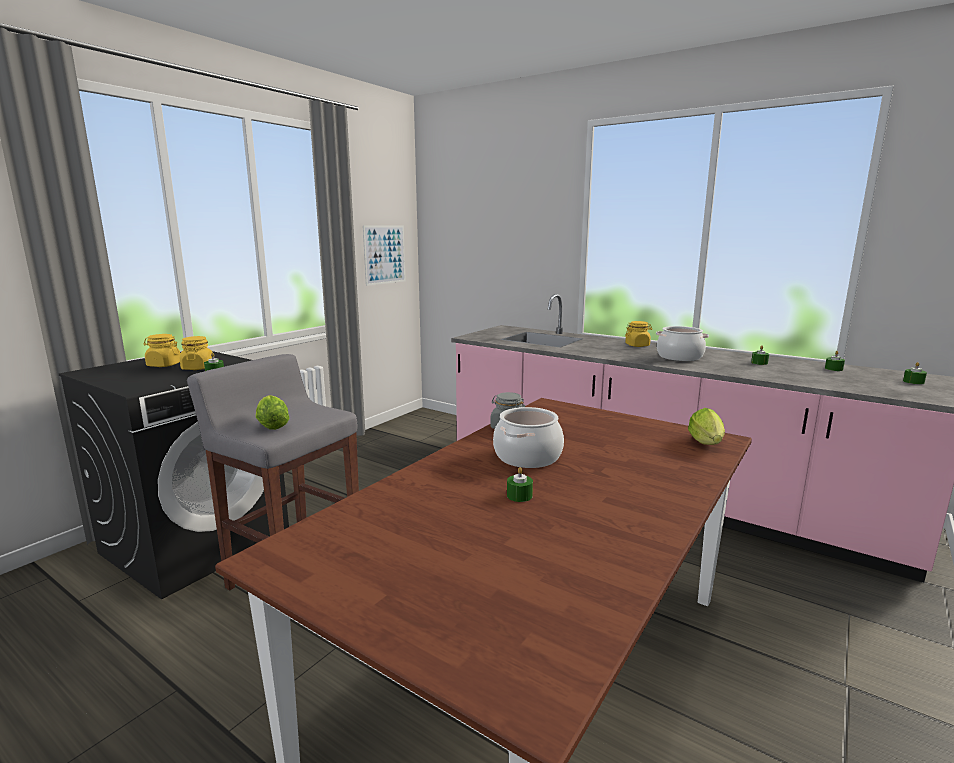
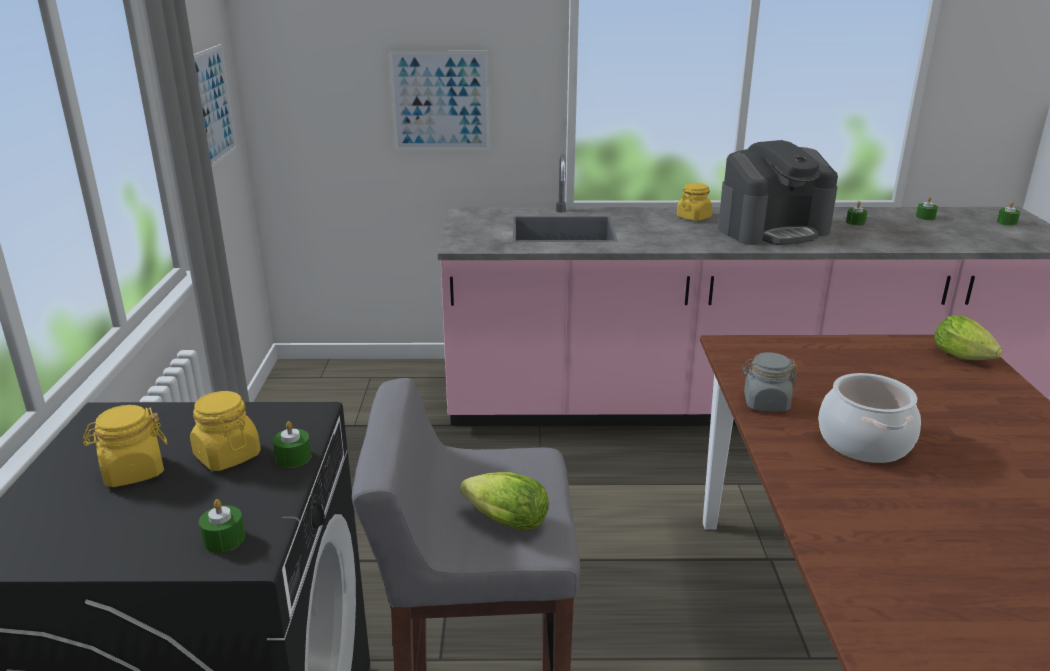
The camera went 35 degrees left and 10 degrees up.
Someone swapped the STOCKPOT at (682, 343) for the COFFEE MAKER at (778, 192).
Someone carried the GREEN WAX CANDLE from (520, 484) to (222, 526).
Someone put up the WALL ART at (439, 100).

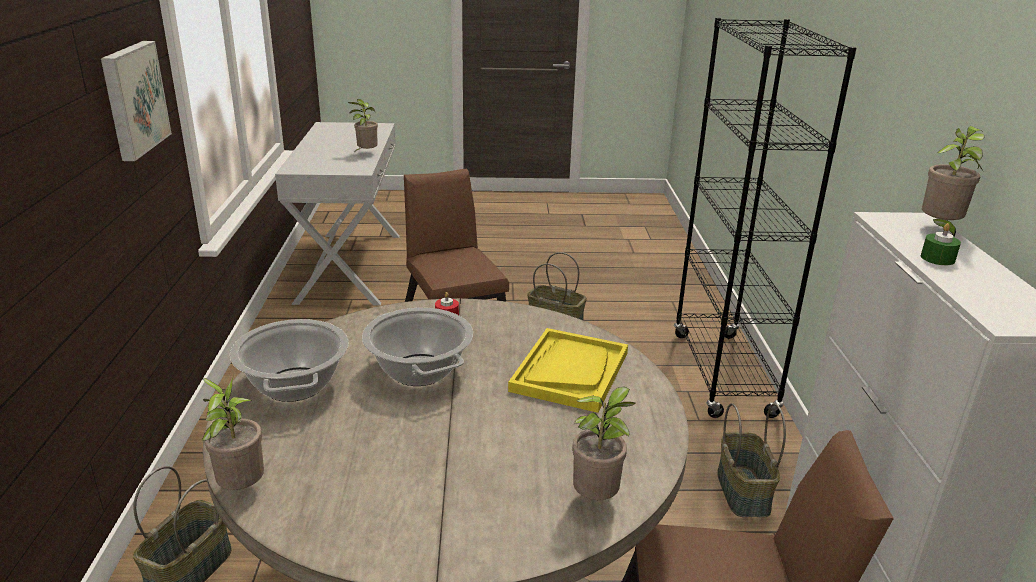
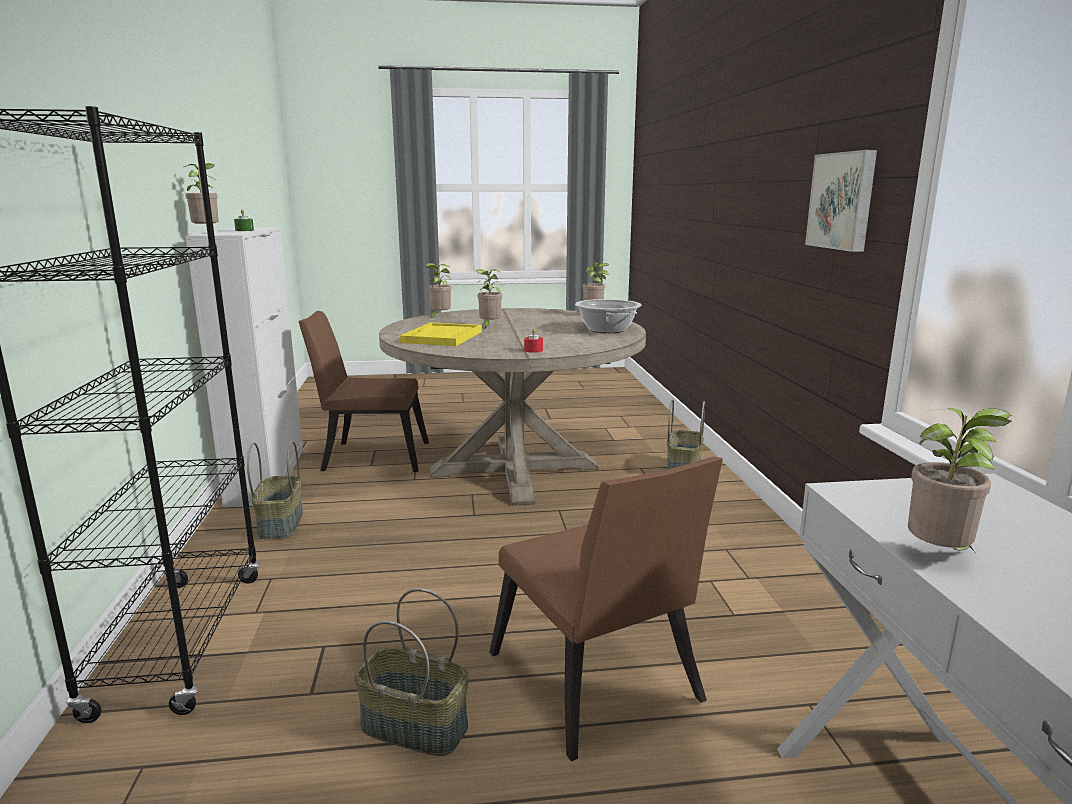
The camera went 175 degrees right and 10 degrees down.
Someone took away the STOCKPOT at (417, 347).
Someone put down the HOUSEPLANT at (489, 298).

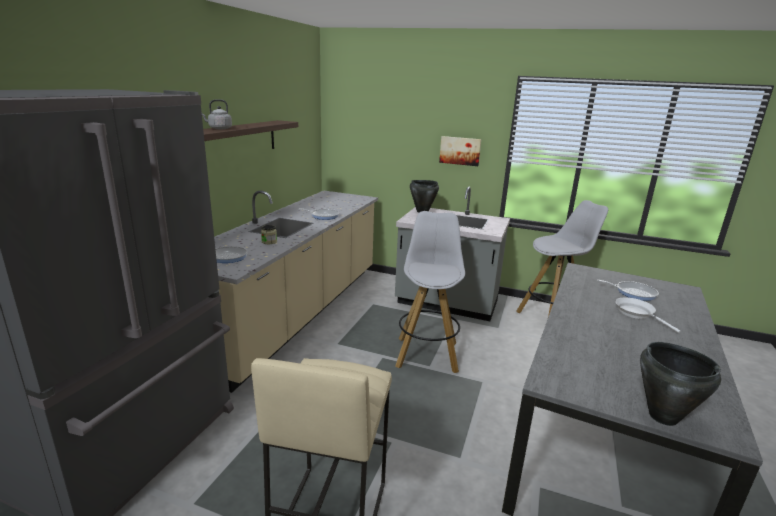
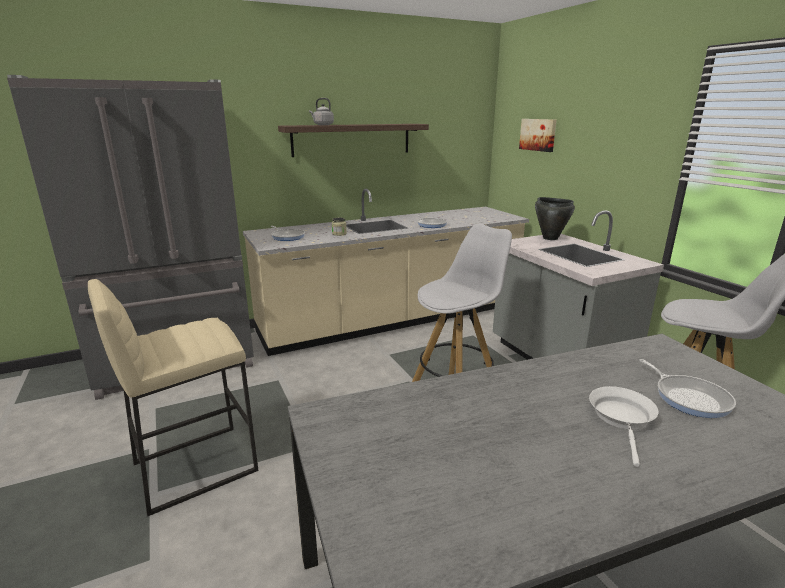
The camera went 45 degrees right and 0 degrees up.
Someone carried the WALL ART from (460, 151) to (538, 135).
Someone took away the BLACK-COLOURED STOCKPOT at (680, 384).

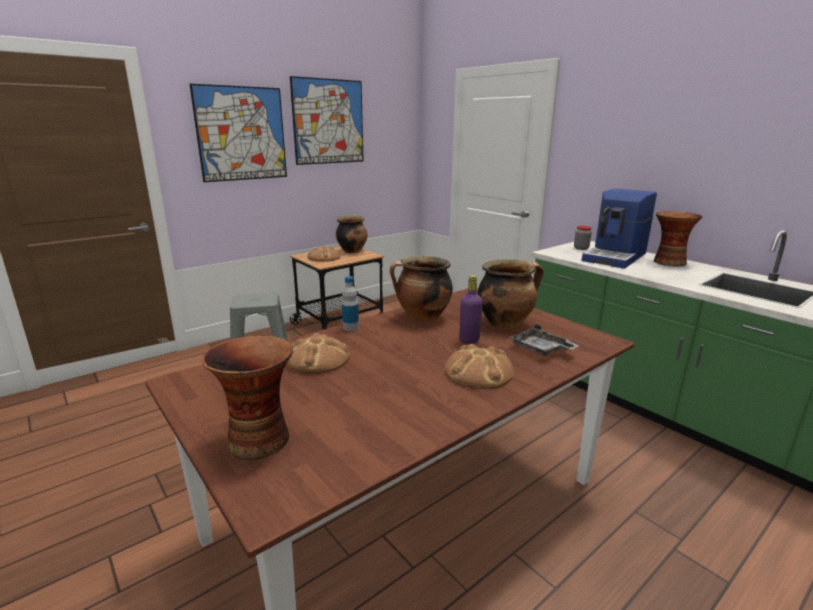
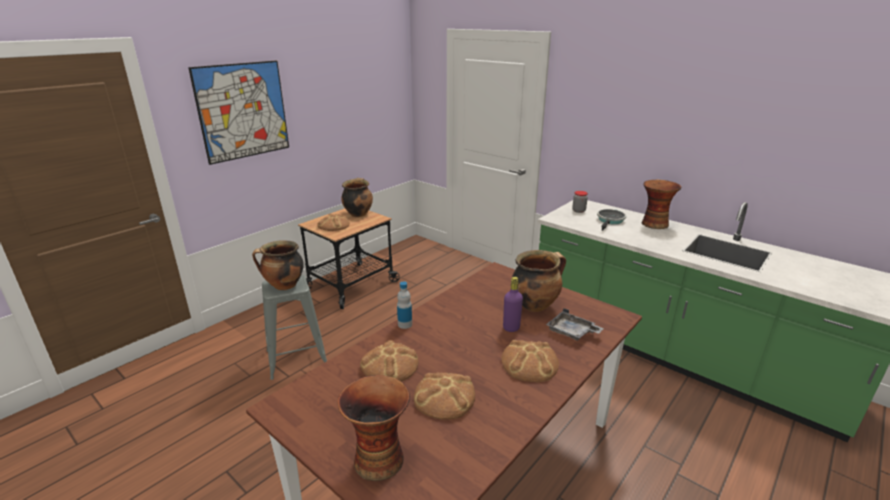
The camera went 10 degrees left and 5 degrees up.
Someone took away the WALL ART at (327, 120).
Someone swapped the COFFEE MAKER at (619, 228) for the SKILLET at (612, 220).
Someone carried the STOCKPOT from (421, 289) to (278, 265).
Someone put down the BAKED BREAD at (444, 396).

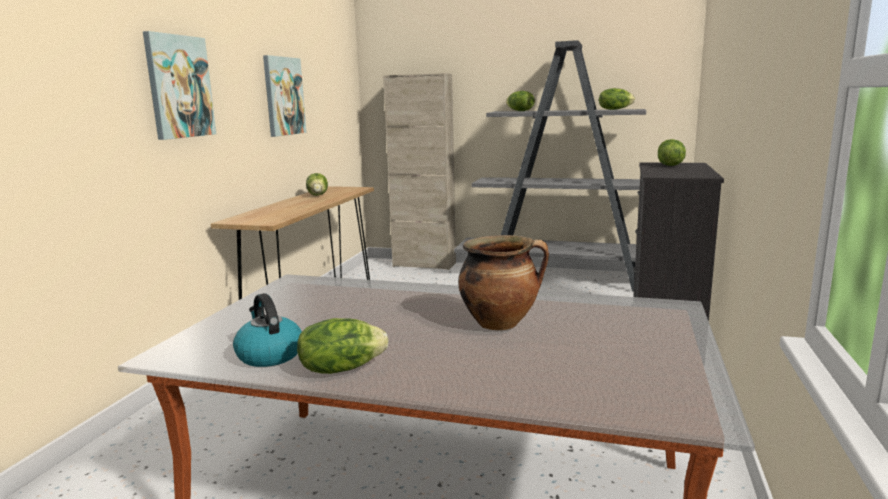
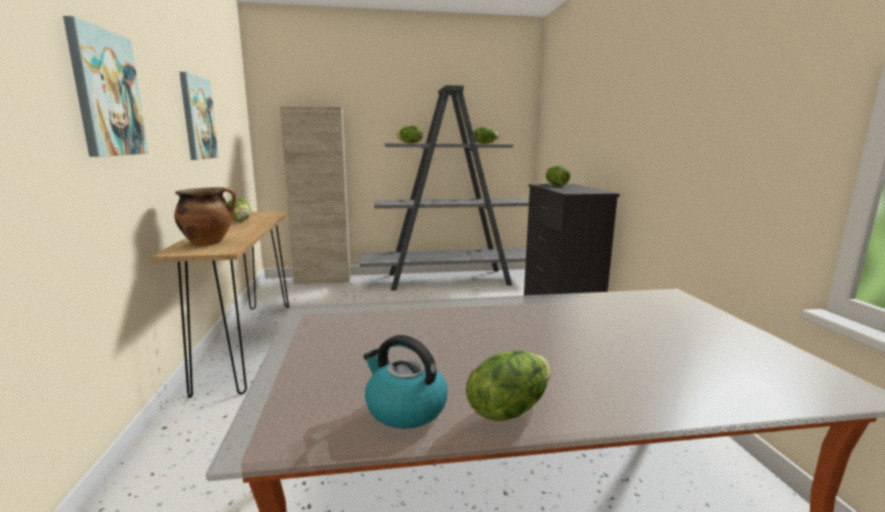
The camera went 25 degrees left and 0 degrees up.
Someone carried the STOCKPOT from (503, 282) to (205, 216).

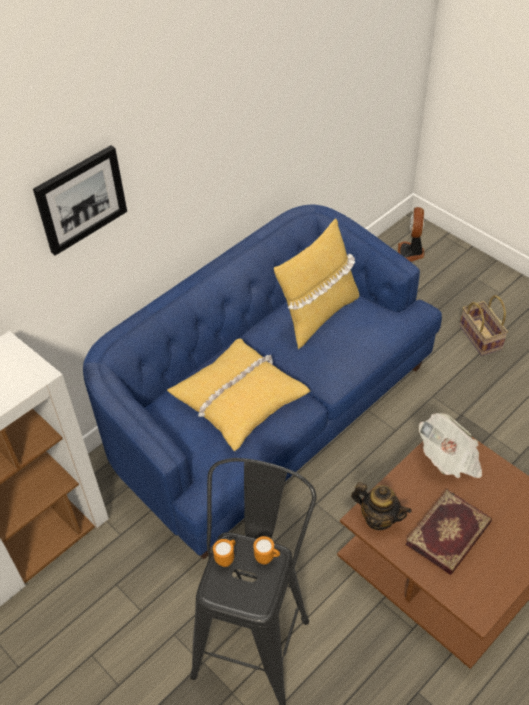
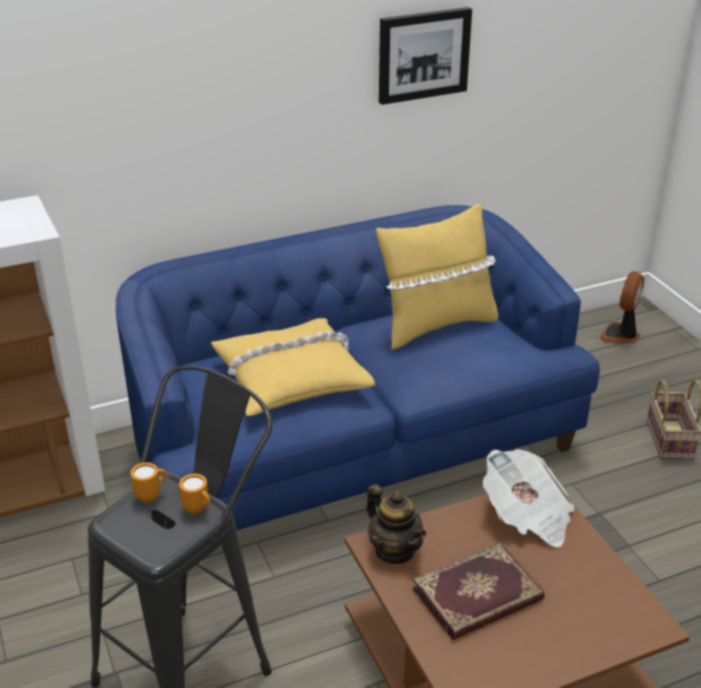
The camera went 20 degrees right and 15 degrees down.
Someone carried the WALL ART from (80, 200) to (425, 56).

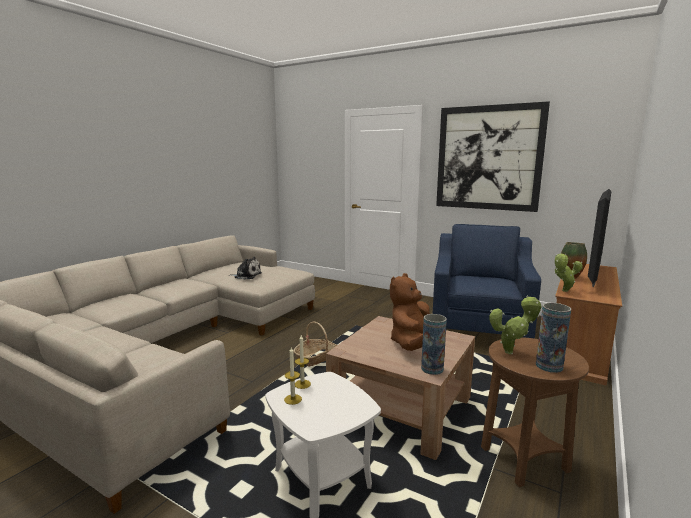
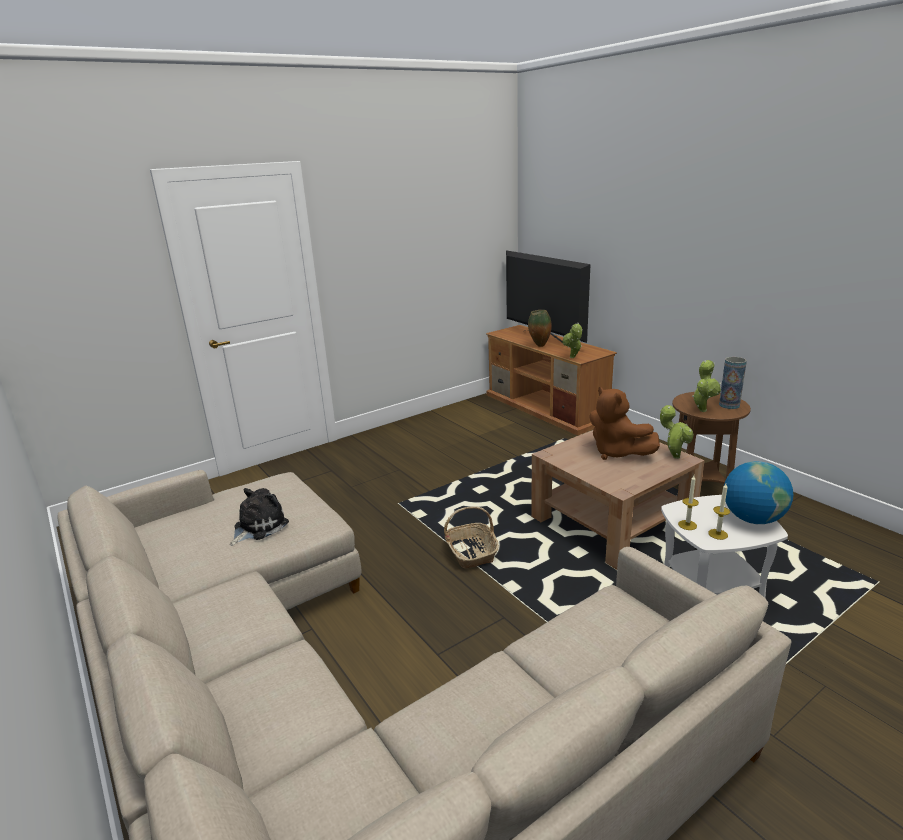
The camera went 65 degrees left and 10 degrees up.
Someone took away the WALL ART at (493, 156).
Someone took away the BLUISH LOUNGE CHAIR at (487, 281).
Someone swapped the DECORATIVE VASE at (434, 344) for the HOUSEPLANT at (676, 432).
Someone put down the GLOBE at (758, 492).

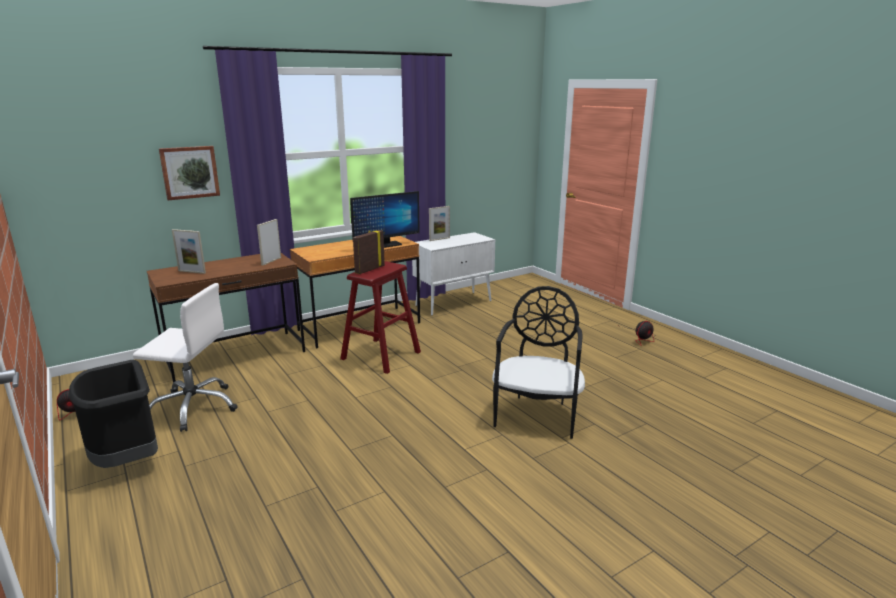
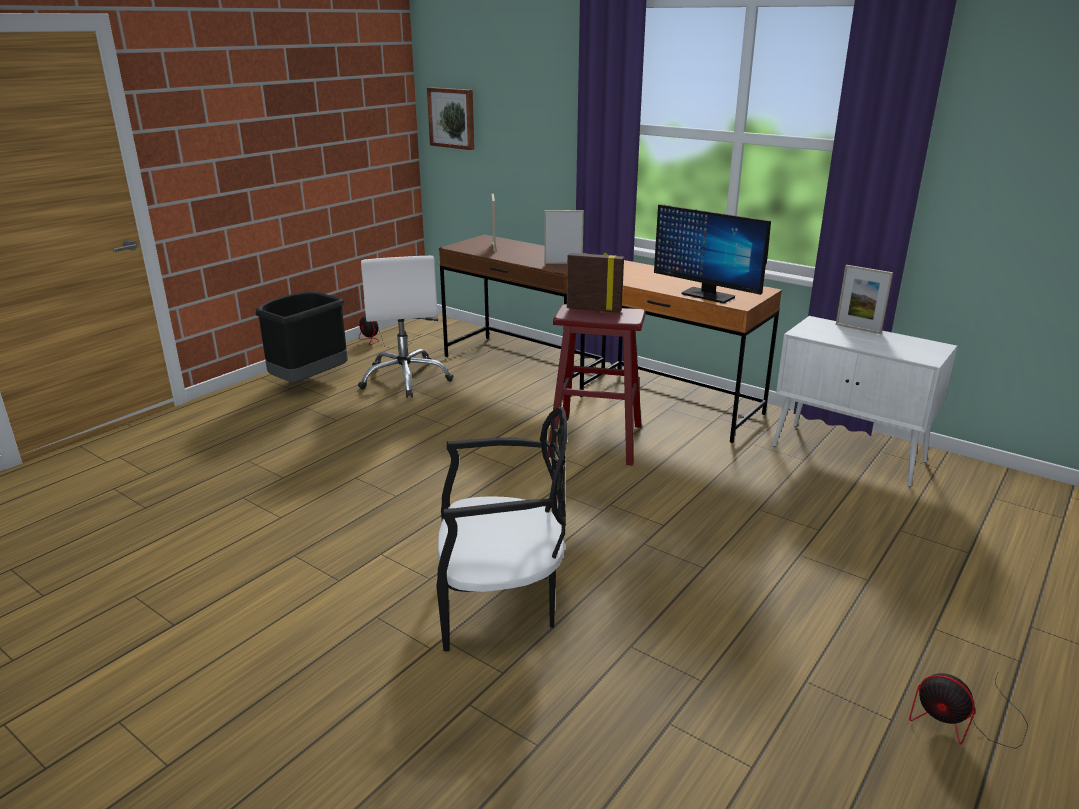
The camera went 70 degrees right and 5 degrees up.
Someone carried the WALL ART from (189, 173) to (450, 118).

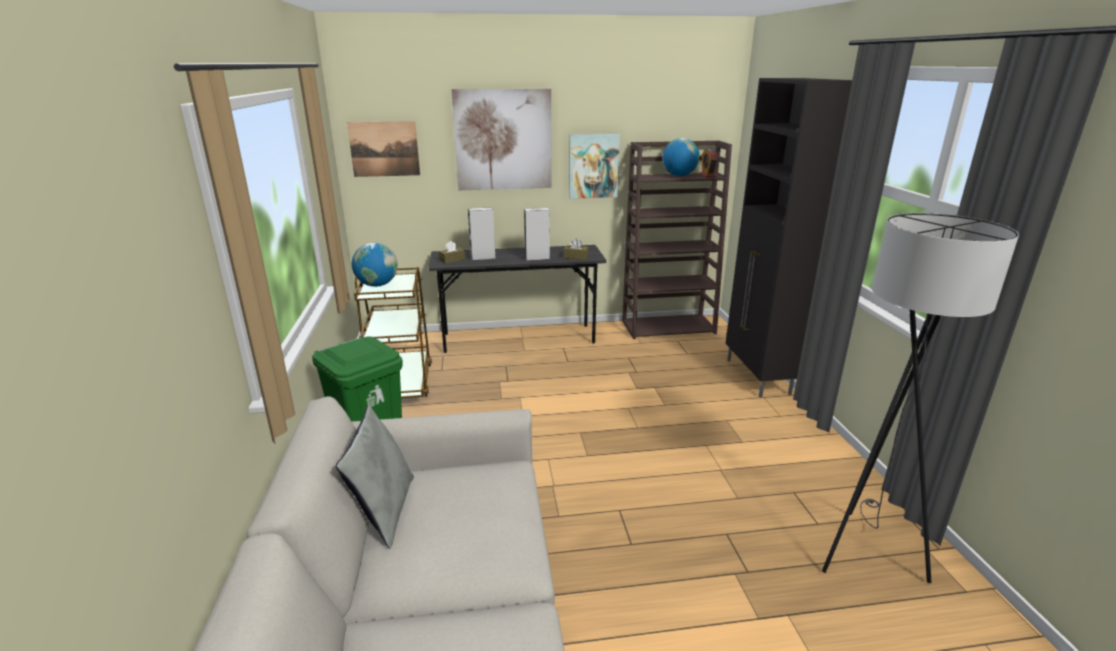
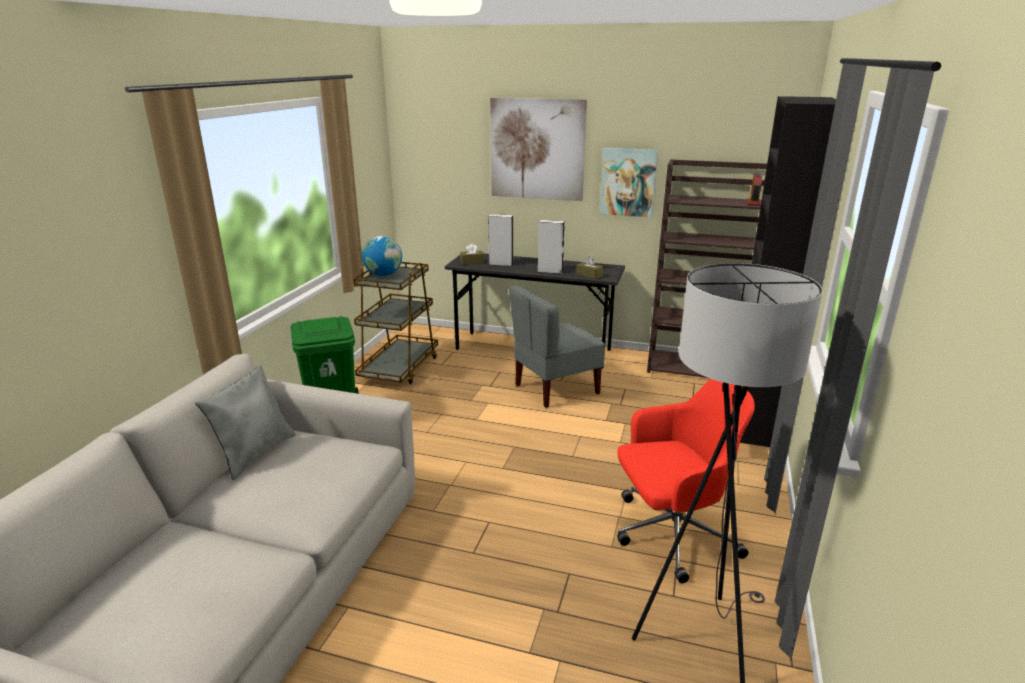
The camera went 25 degrees right and 0 degrees up.
Someone took away the WALL ART at (383, 149).
Someone took away the GLOBE at (681, 157).
Someone put down the GRAY CHAIR at (557, 346).
Someone put down the RED-COLOURED DESK CHAIR at (686, 481).

